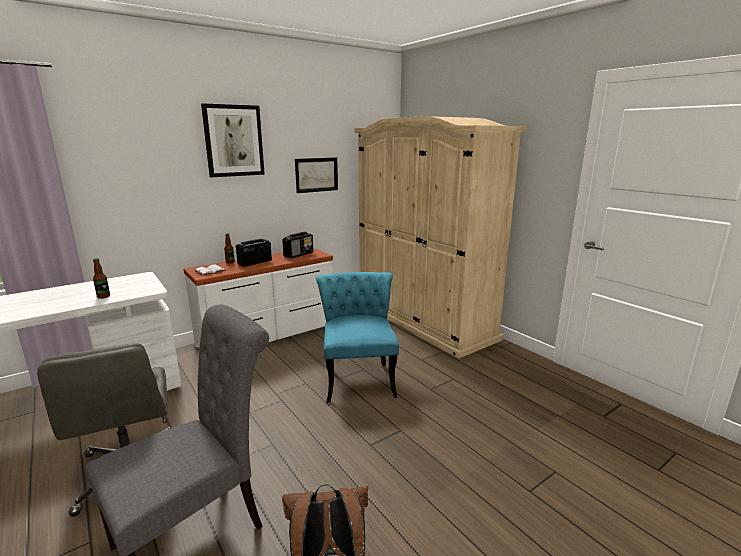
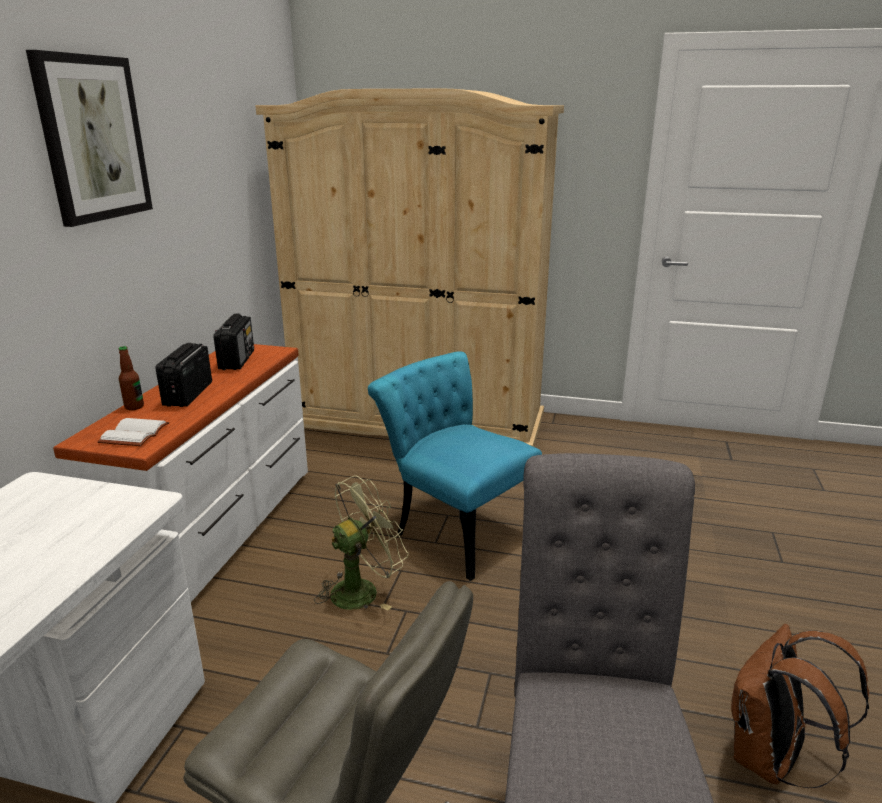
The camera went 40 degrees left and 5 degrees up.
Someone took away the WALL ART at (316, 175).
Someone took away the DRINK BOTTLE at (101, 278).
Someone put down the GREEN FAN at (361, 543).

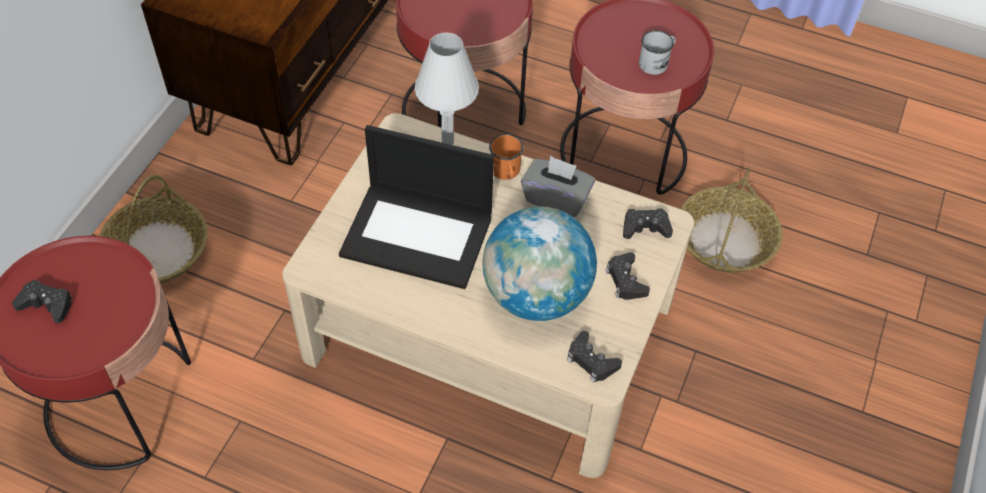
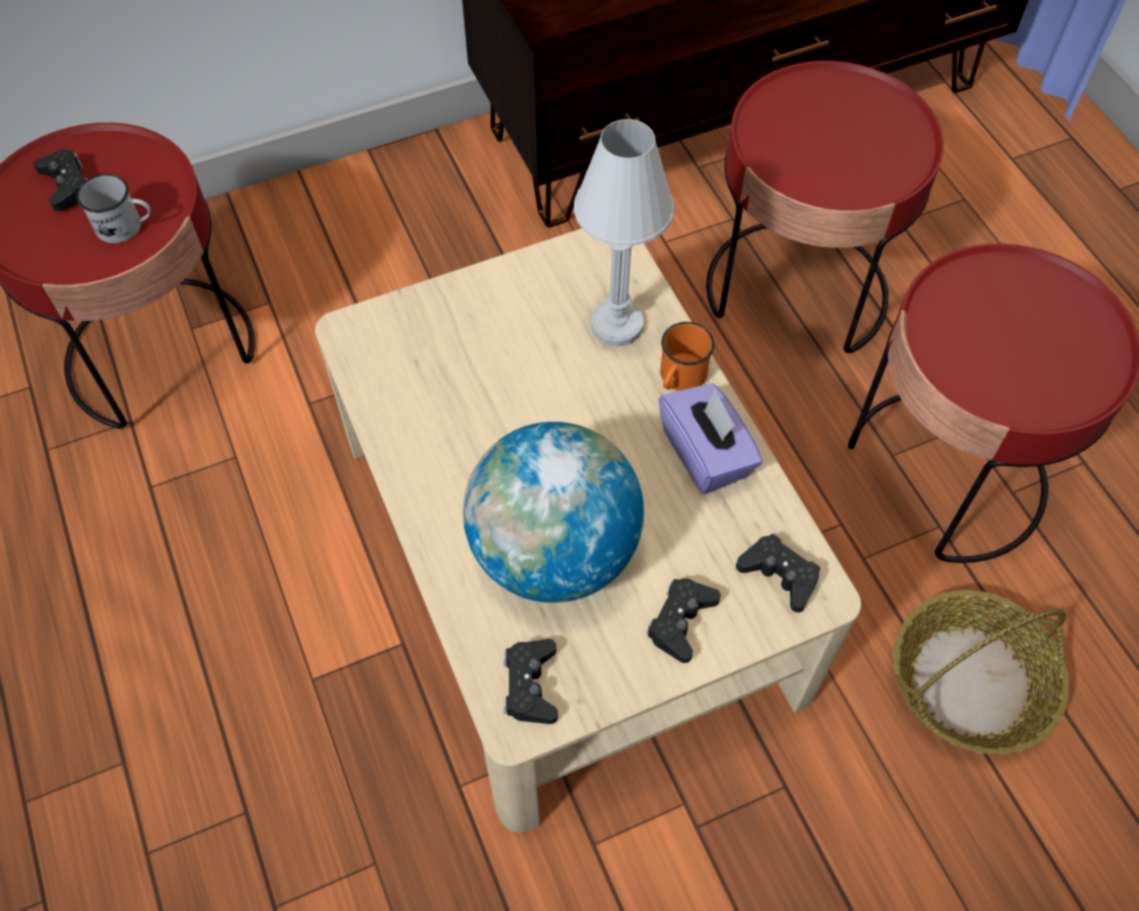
The camera went 45 degrees right and 5 degrees up.
Someone carried the WHITE TEA MUG from (657, 52) to (114, 208).
Someone took away the PORTABLE COMPUTER at (416, 207).
Someone repainted the GRAY TISSUE HOLDER at (558, 186), which became the PURPLISH TISSUE HOLDER at (711, 438).
Someone took away the STORAGE BASKET at (153, 229).

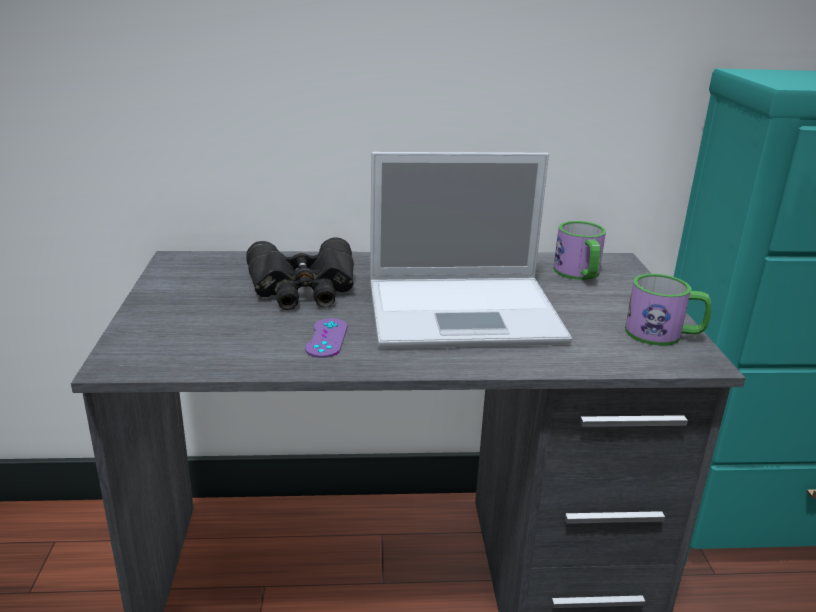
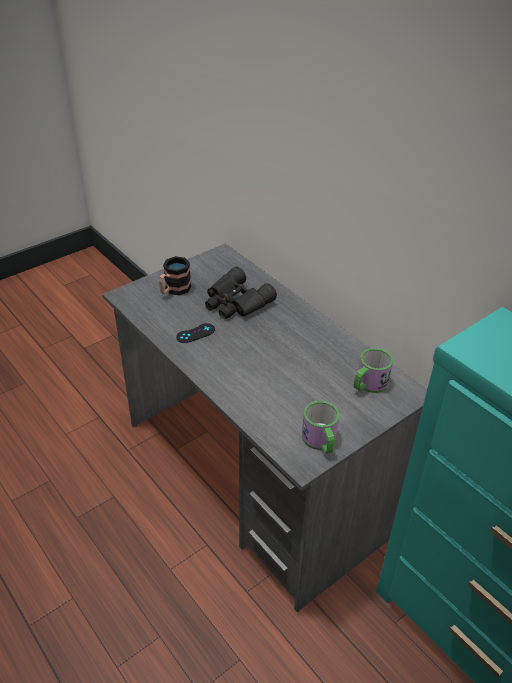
The camera went 55 degrees right and 15 degrees up.
Someone took away the PORTABLE COMPUTER at (471, 250).
Someone repainted the PURPLISH JOYPAD at (326, 338), which became the BLACK-COLOURED JOYPAD at (195, 333).
Someone put down the TEA MUG at (175, 275).

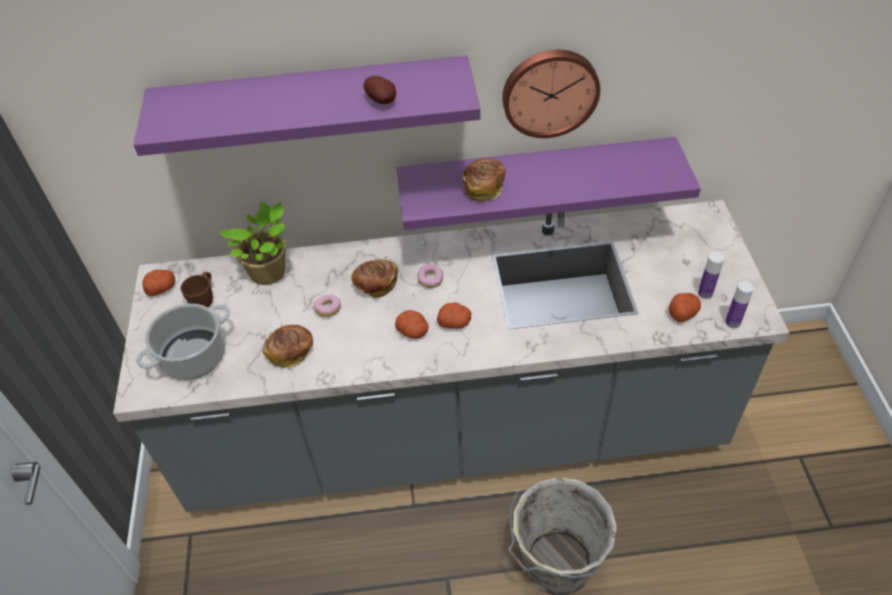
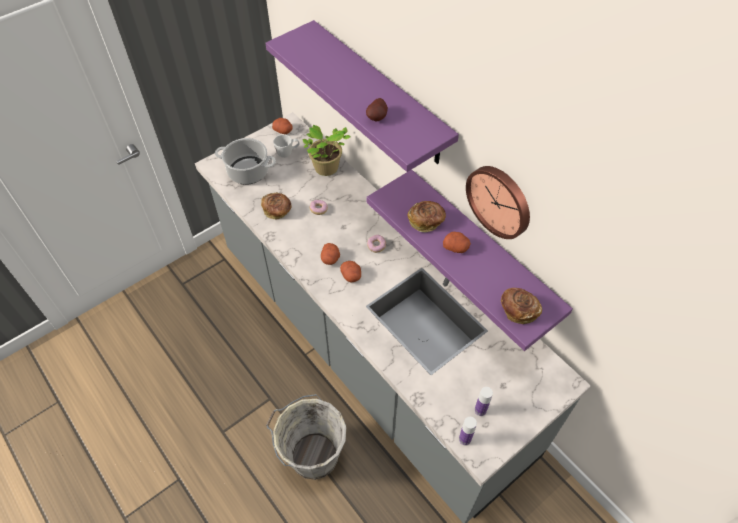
The camera went 55 degrees right and 5 degrees up.
Someone carried the BAKED BREAD from (374, 278) to (521, 306).
Someone repainted the BROWN TEA MUG at (197, 289), which became the WHITE TEA MUG at (286, 146).
Someone carried the POTATO from (685, 307) to (457, 242).

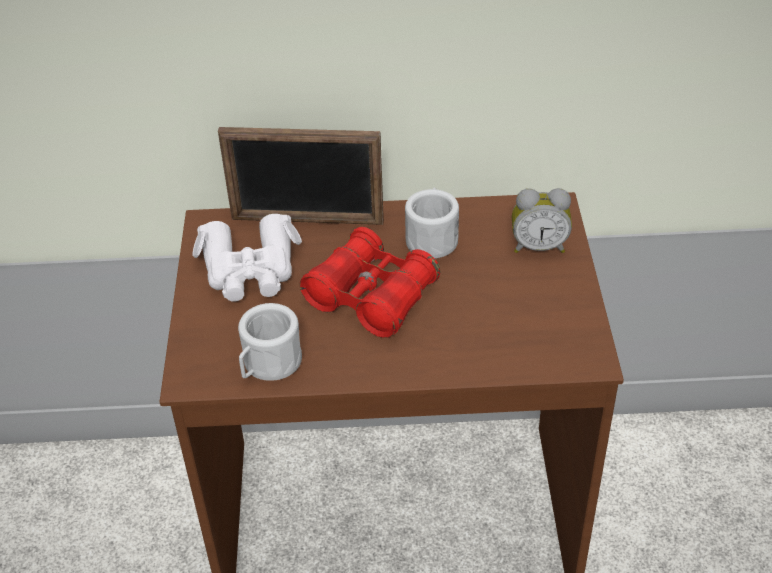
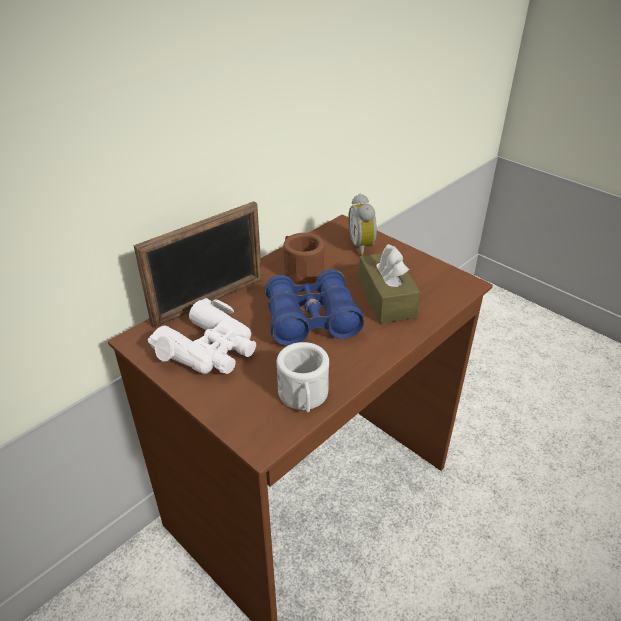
The camera went 45 degrees left and 5 degrees down.
Someone repainted the WHITE TEA MUG at (432, 222), which became the BROWN TEA MUG at (304, 258).
Someone rotated the TABLE CLOCK at (542, 220) by 120 degrees clockwise.
Someone repainted the RED-COLOURED BINOCULARS at (370, 282), which became the BLUISH BINOCULARS at (314, 307).
Someone put down the BROWN TISSUE HOLDER at (389, 283).

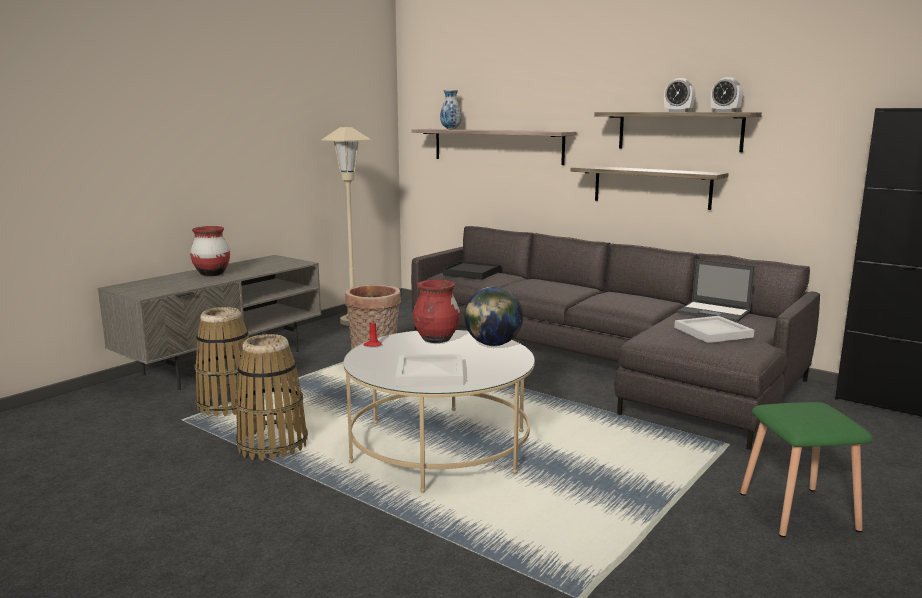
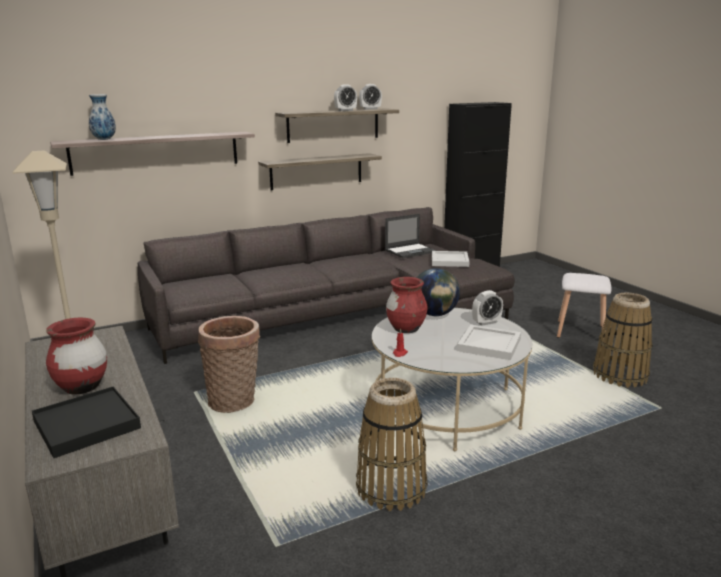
The camera went 65 degrees left and 5 degrees up.
Someone carried the BLACK-COLOURED SERVING TRAY from (471, 270) to (86, 422).
Someone carried the STORAGE BASKET from (222, 361) to (623, 340).
Someone repainted the GREEN STOOL SEAT at (806, 469), which became the WHITE STOOL SEAT at (584, 306).
Someone put down the TABLE CLOCK at (487, 308).

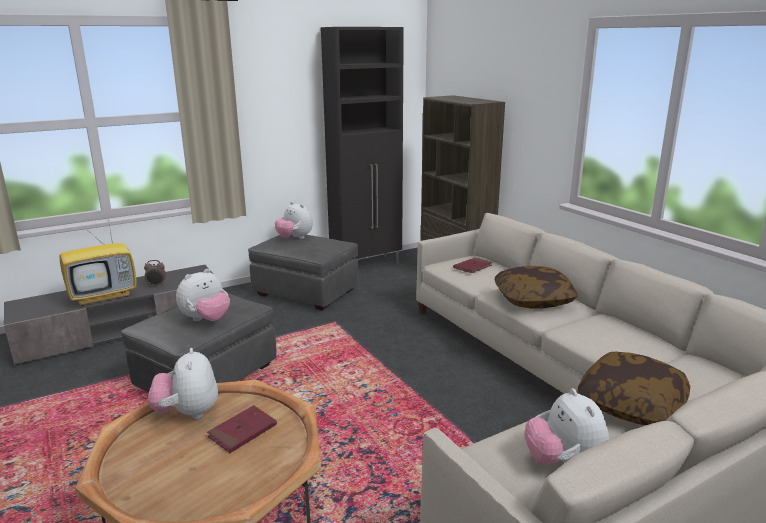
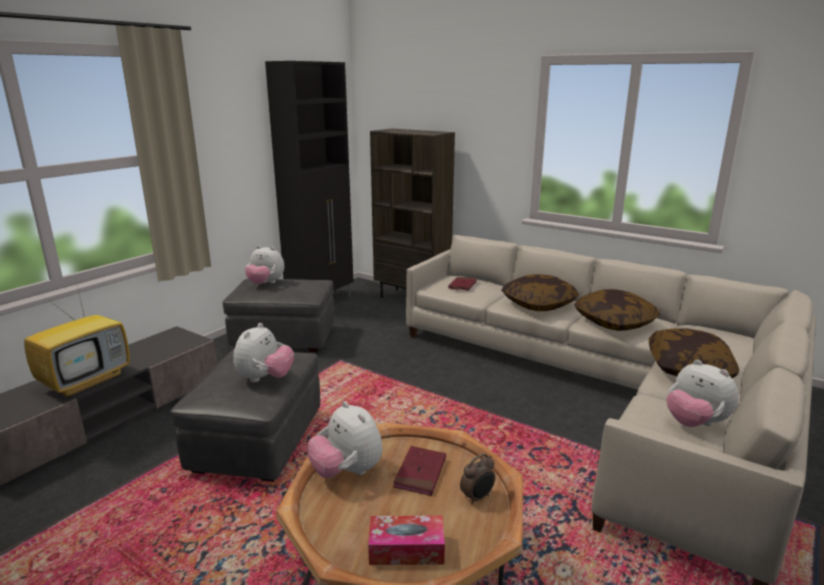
The camera went 25 degrees left and 0 degrees up.
Someone carried the TABLE CLOCK from (155, 273) to (477, 479).
Someone put down the CUSHION at (617, 310).
Someone put down the TISSUE HOLDER at (406, 540).

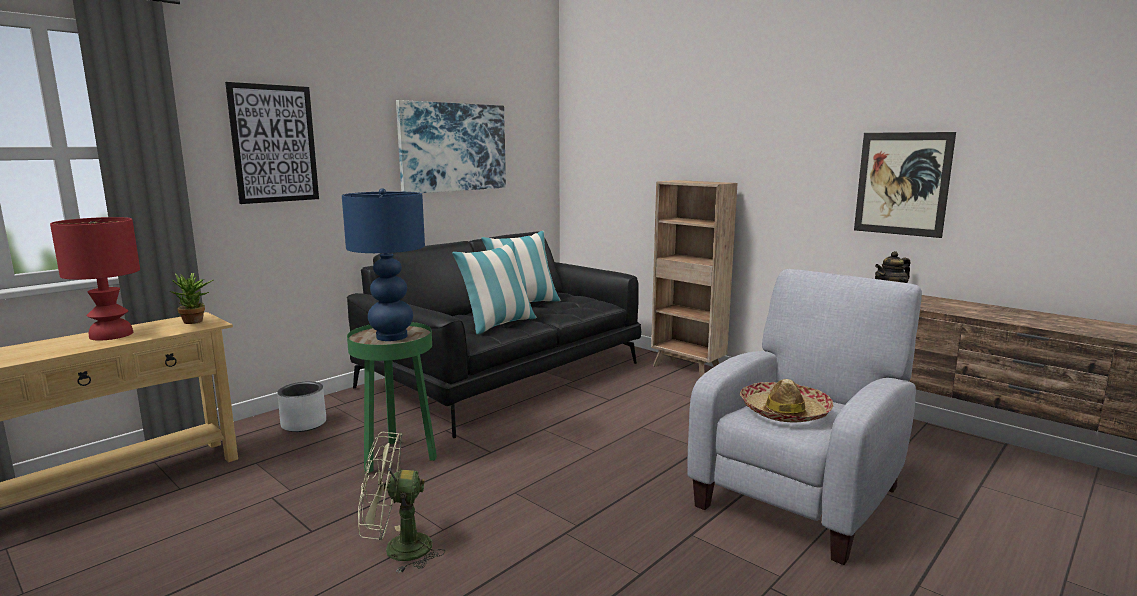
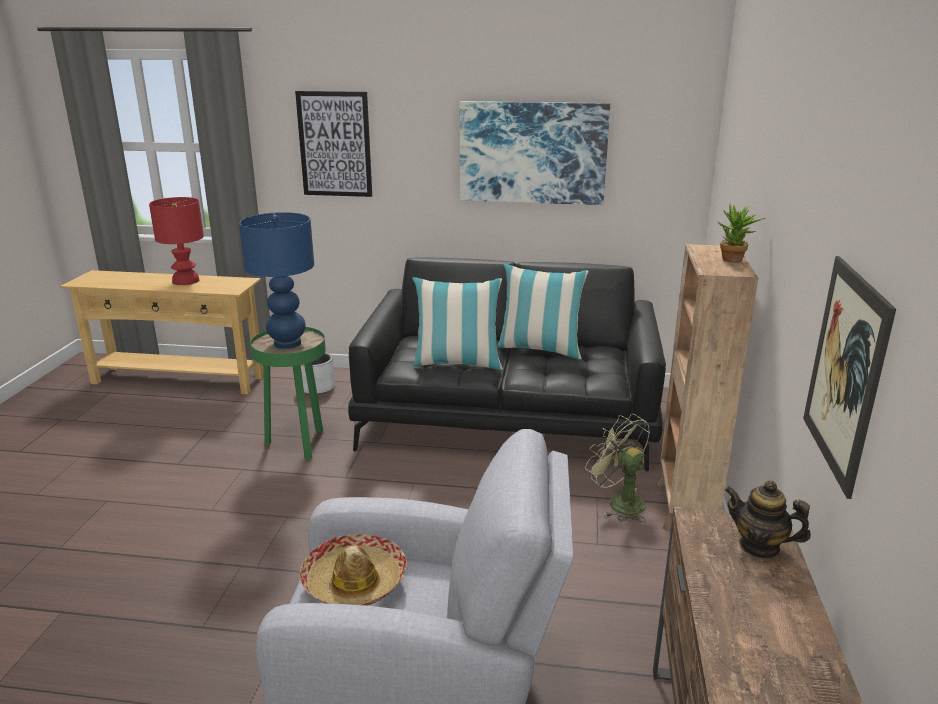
The camera went 55 degrees right and 10 degrees up.
Someone carried the HOUSEPLANT from (191, 298) to (741, 233).
Someone carried the GREEN FAN from (401, 503) to (617, 468).

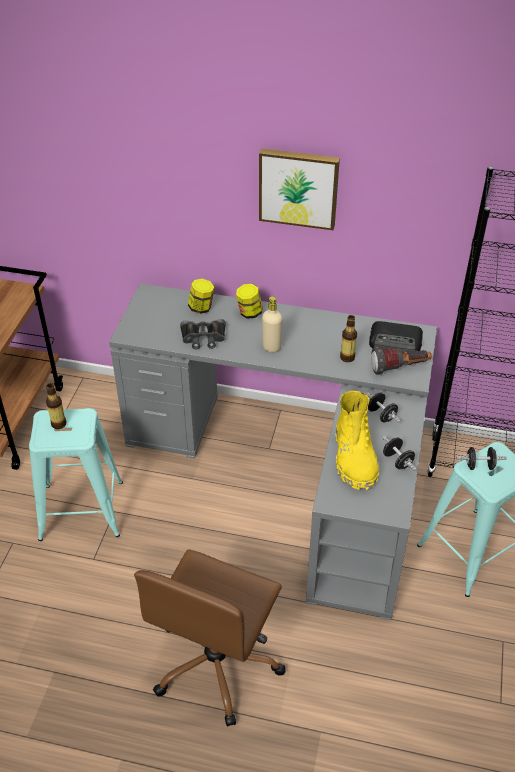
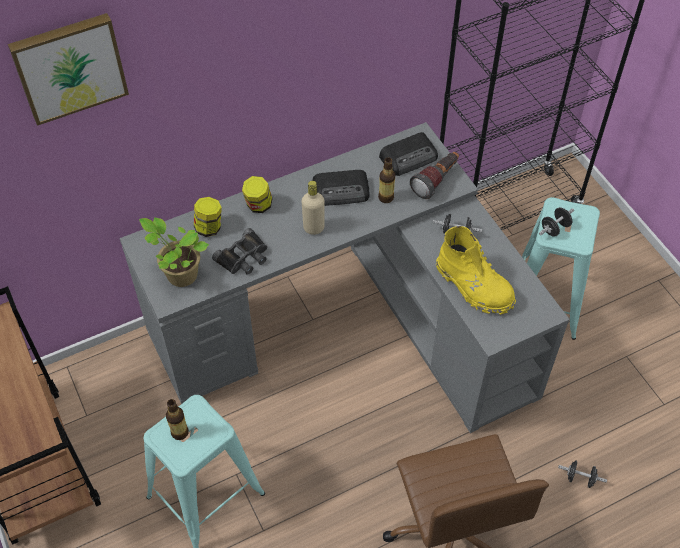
The camera went 40 degrees left and 10 degrees up.
Someone carried the WALL ART from (299, 189) to (68, 69).
Someone carried the BLACK-COLOURED DUMBBELL from (400, 453) to (582, 474).
Someone put down the RADIO SET at (340, 188).
Someone put down the HOUSEPLANT at (174, 252).

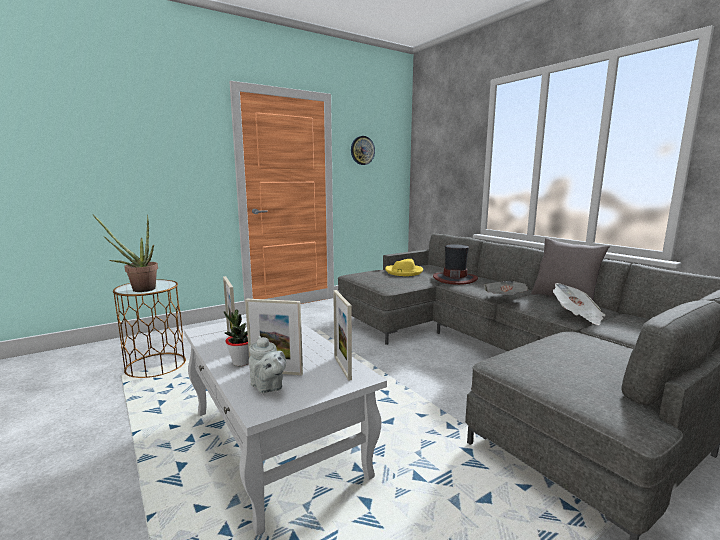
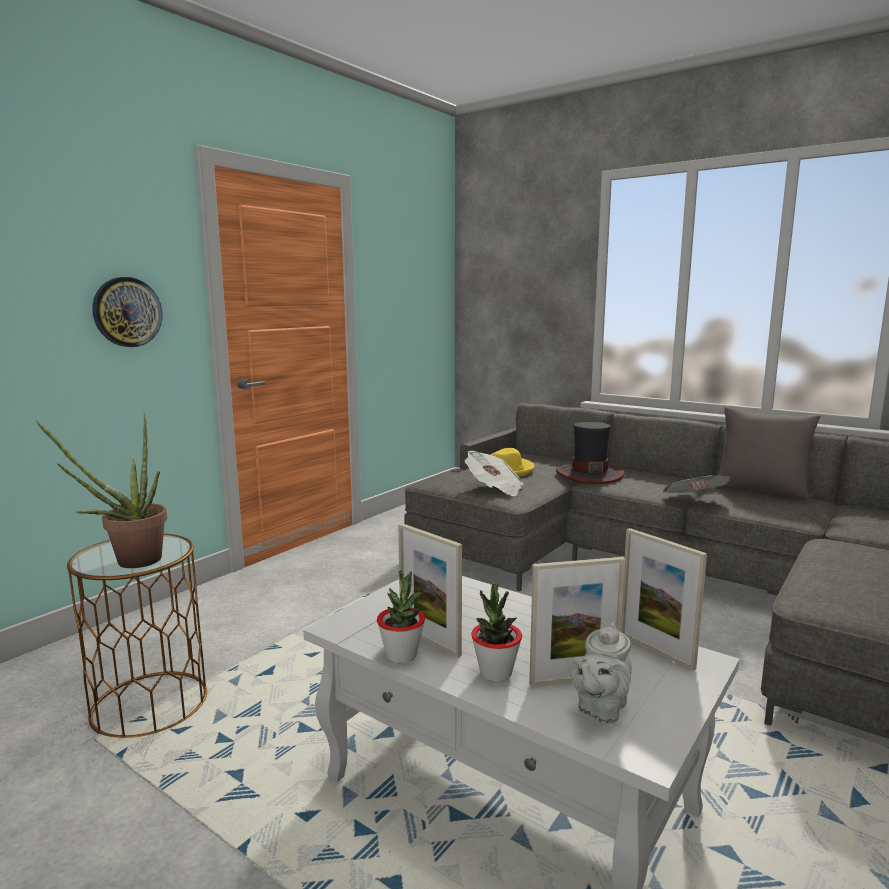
The camera went 20 degrees left and 0 degrees up.
Someone carried the CLOCK ON THE WALL from (363, 150) to (127, 312).
Someone carried the NEWSPAPER from (579, 304) to (494, 473).
Someone rotated the GRAY POT FOR TEA at (267, 364) by 90 degrees clockwise.
Someone put down the HOUSEPLANT at (401, 616).

